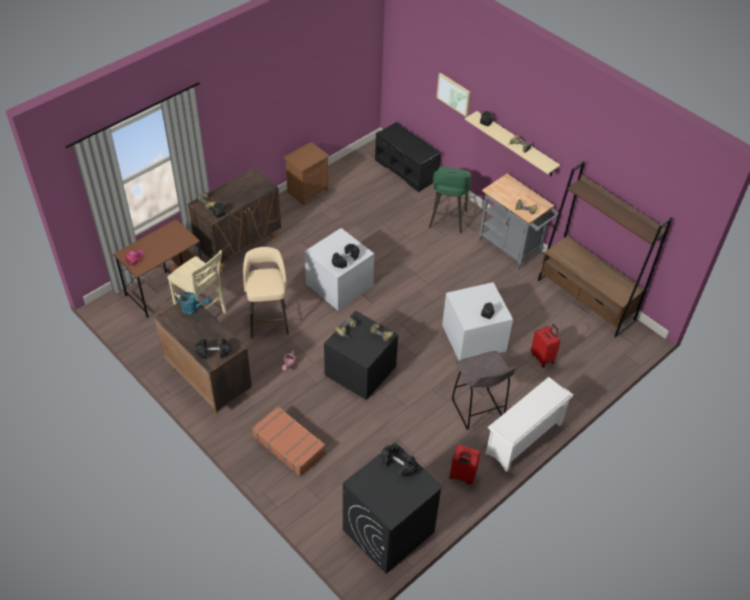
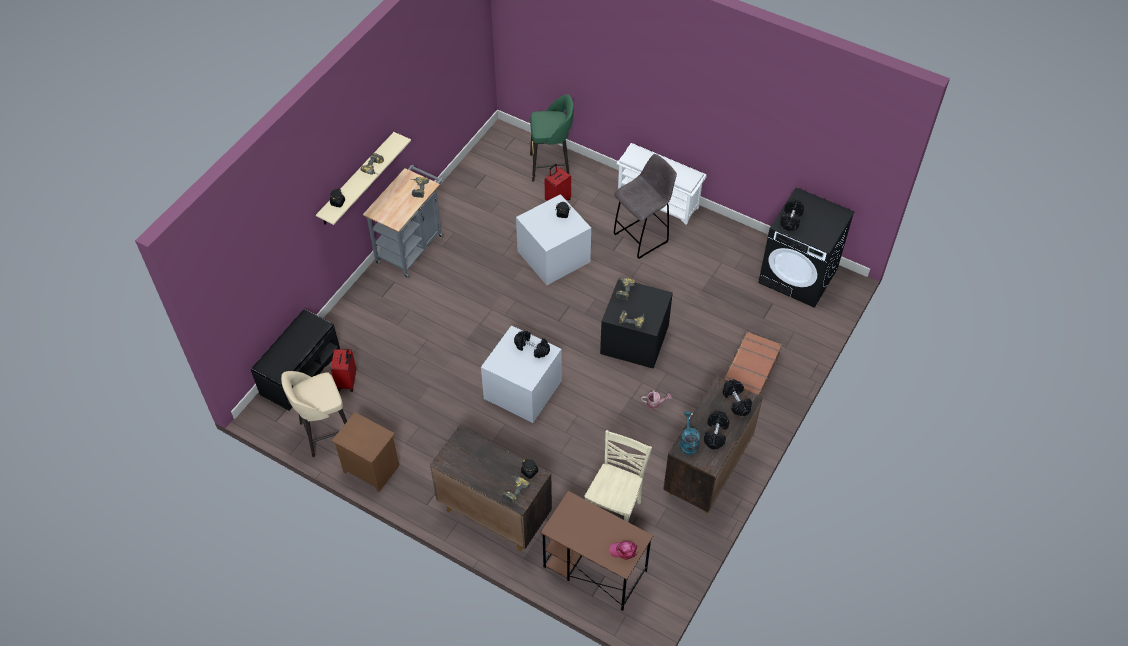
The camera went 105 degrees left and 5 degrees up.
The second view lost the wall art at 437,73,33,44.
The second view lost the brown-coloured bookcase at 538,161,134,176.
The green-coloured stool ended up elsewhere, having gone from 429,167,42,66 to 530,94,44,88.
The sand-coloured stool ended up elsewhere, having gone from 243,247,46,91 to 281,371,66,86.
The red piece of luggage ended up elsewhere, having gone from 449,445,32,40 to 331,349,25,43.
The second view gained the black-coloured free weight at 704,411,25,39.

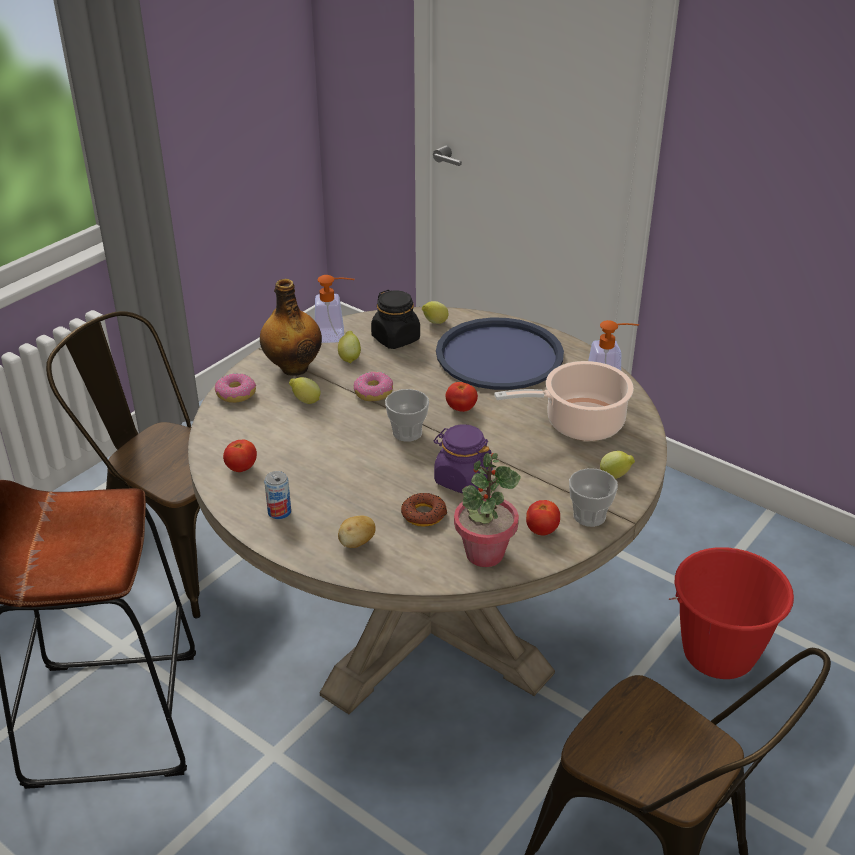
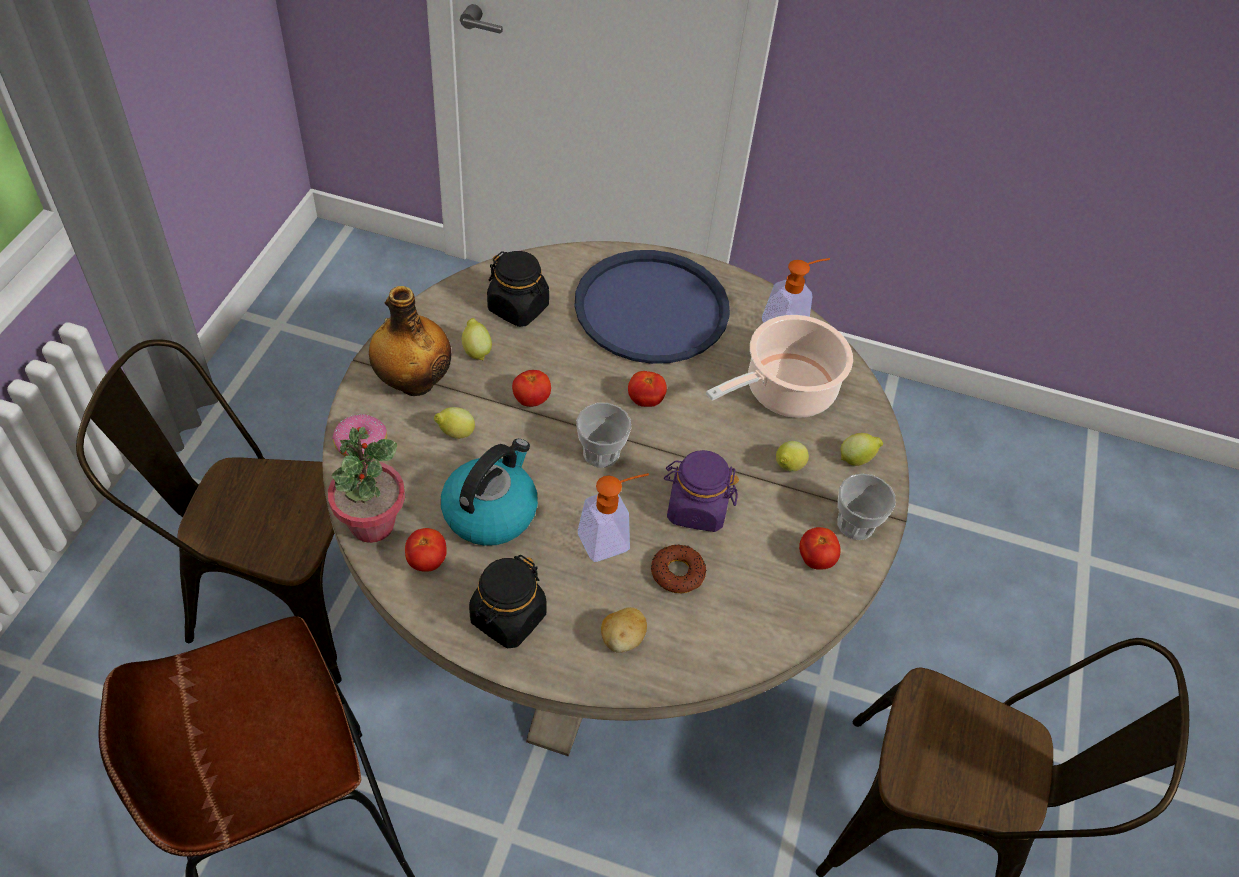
The camera went 25 degrees left and 15 degrees up.
The soap bottle ended up elsewhere, having gone from 315,275,40,68 to 578,473,71,89.
The lemon ended up elsewhere, having gone from 422,301,26,23 to 776,441,33,30.
Where the ring doughnut stood at 354,372,39,29, the tomato came to stand at 512,370,39,37.
The potted plant ended up elsewhere, having gone from 454,452,67,115 to 328,427,77,116.
Where the can stood at 264,471,27,48, the black-coloured jar came to stand at 469,555,78,93.
The second view lost the red bucket at 669,547,125,132.
The second view gained the kettle at 441,439,97,107.

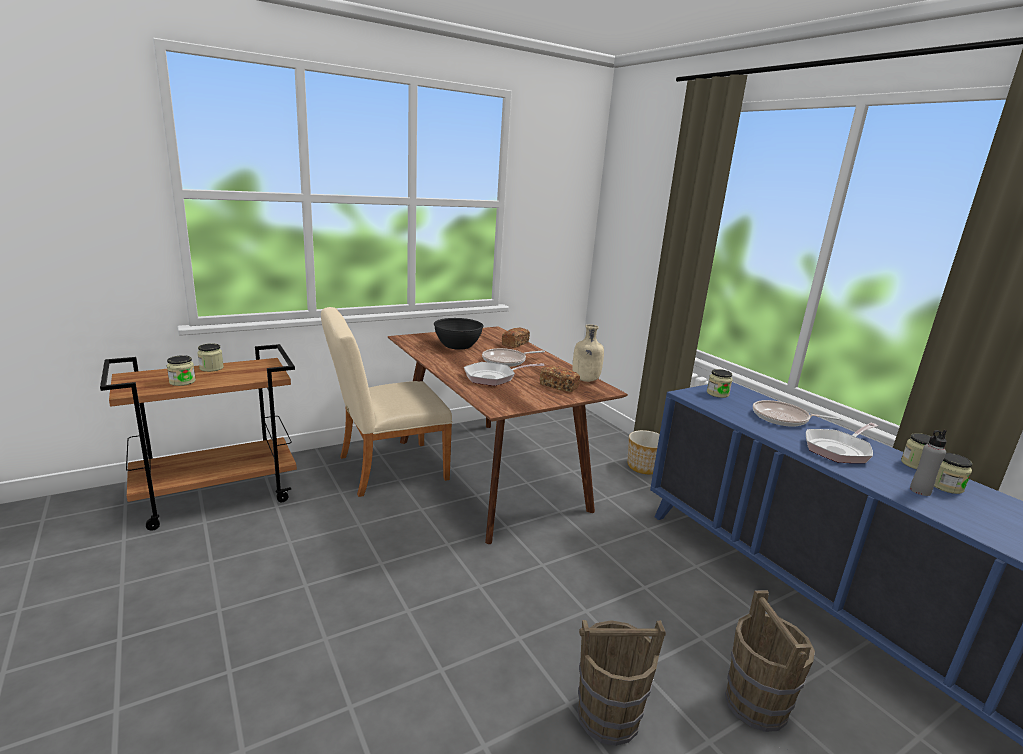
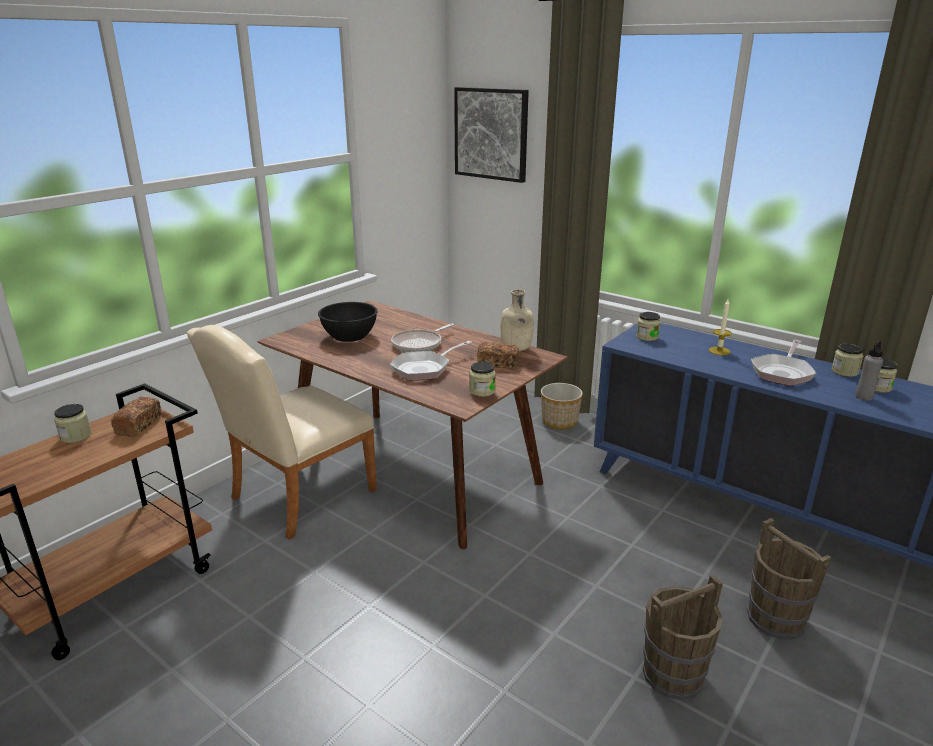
The camera went 20 degrees left and 5 degrees up.
The bread ended up elsewhere, having gone from 502,327,28,21 to 111,397,50,40.
The jar ended up elsewhere, having gone from 167,355,29,31 to 469,362,27,35.
Where the skillet stood at 753,400,90,27, the candle came to stand at 709,299,23,56.
The second view gained the wall art at 454,87,75,96.

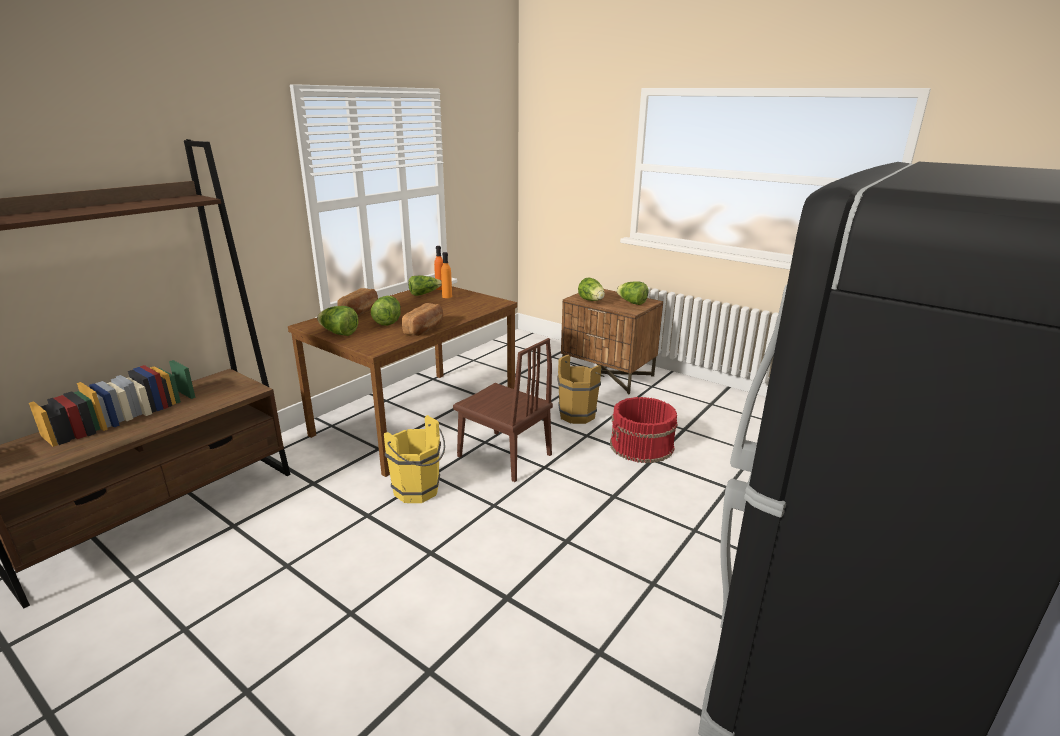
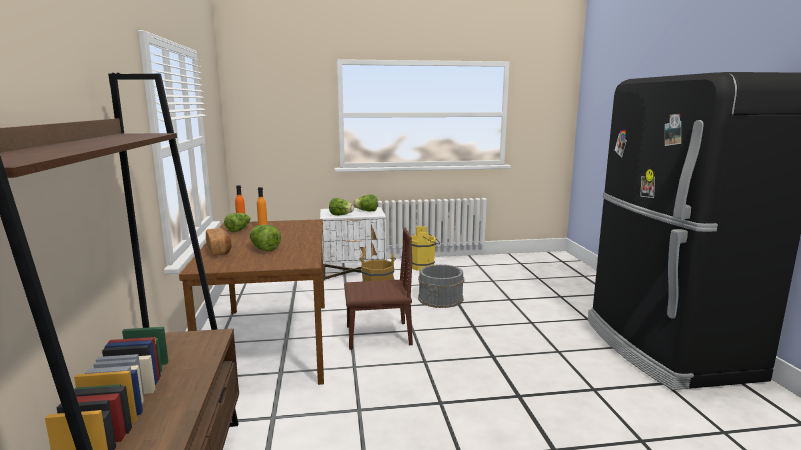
The camera went 45 degrees left and 10 degrees down.
What was the brown-coloured bedside table at 561,289,102,106 turned into the white-coloured bedside table at 320,207,66,74.
The second view lost the bread at 402,303,41,33.
The second view lost the lettuce at 317,306,41,30.
What was the red bucket at 610,397,68,66 turned into the grey bucket at 418,264,46,44.
The yellowish bucket ended up elsewhere, having gone from 384,415,61,88 to 411,226,29,45.

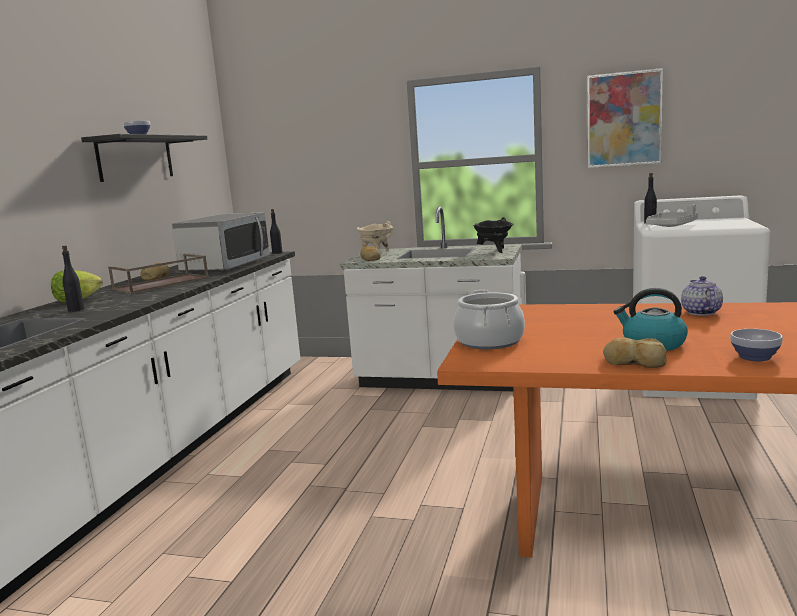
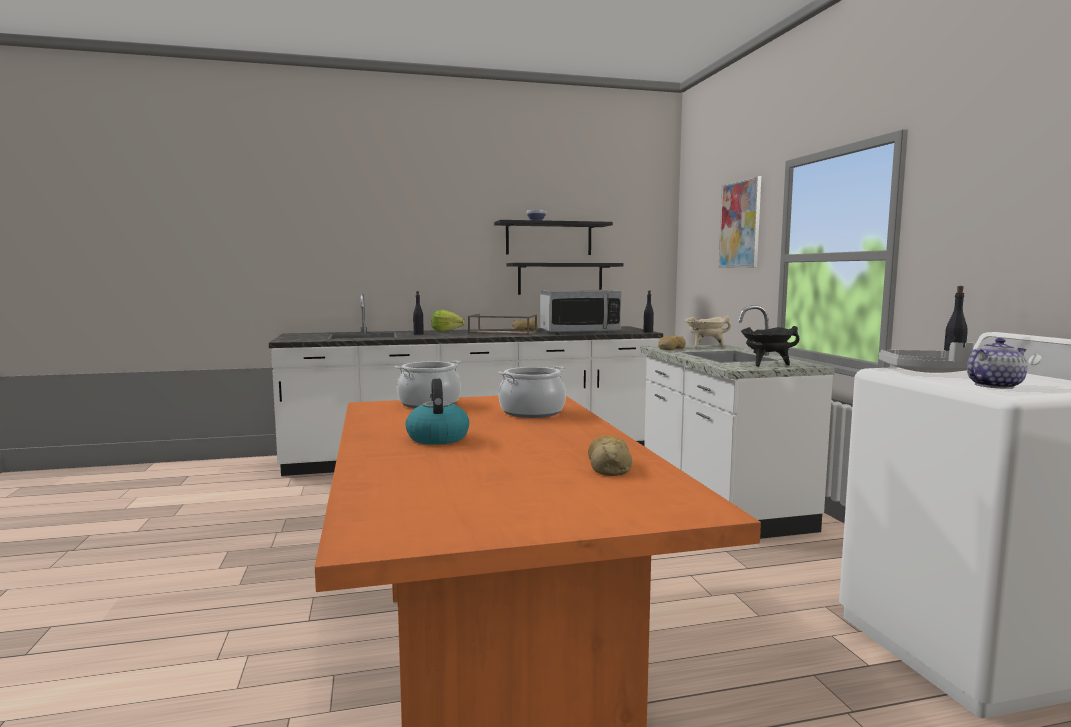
The camera went 60 degrees right and 5 degrees down.
The wall art ended up elsewhere, having gone from 587,68,76,100 to 719,176,42,92.
The pot for tea ended up elsewhere, having gone from 681,276,42,40 to 967,338,61,51.
The second view lost the serving bowl at 730,329,53,32.
The bread ended up elsewhere, having gone from 603,337,64,31 to 588,435,44,41.
The second view gained the black-coloured bracket shelf at 507,263,117,32.
The second view gained the cooking pot at 498,366,68,52.

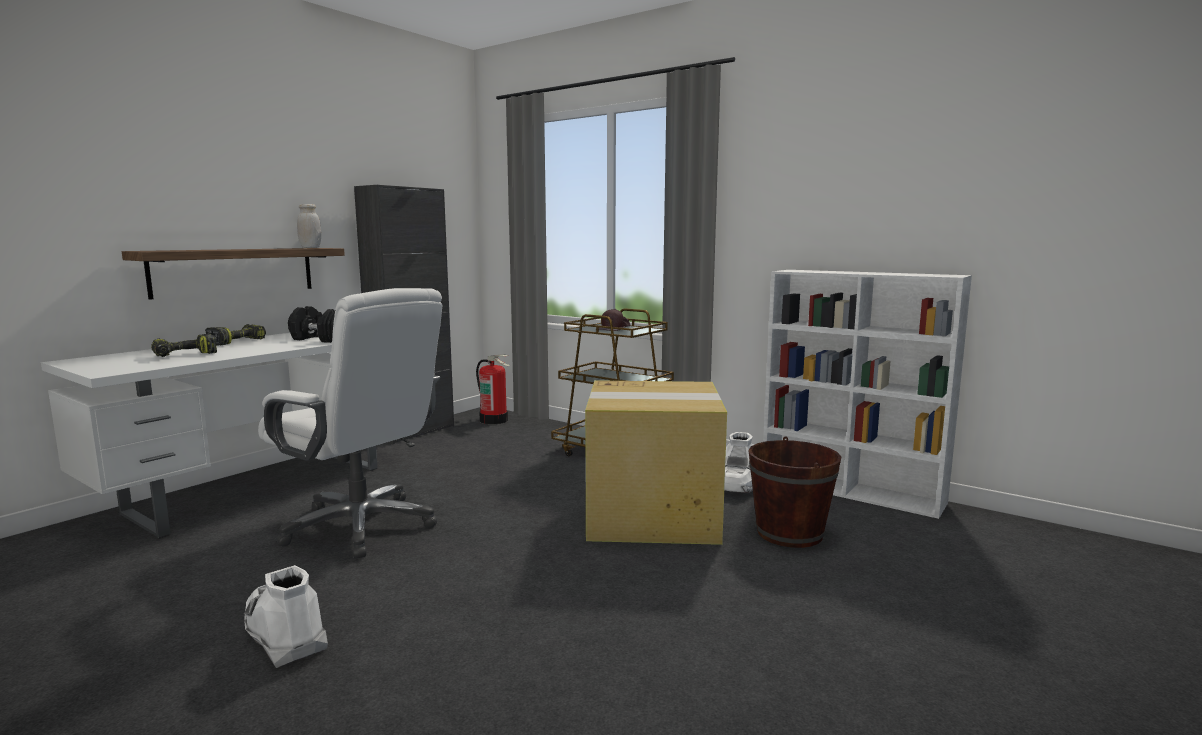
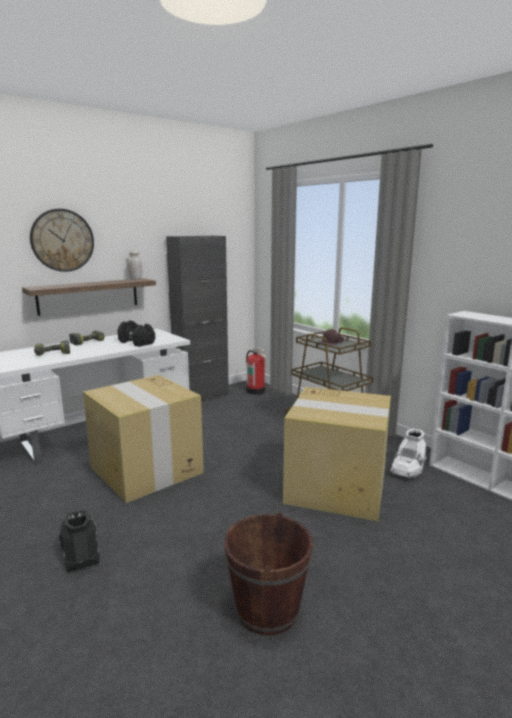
The camera went 15 degrees right and 5 degrees up.
Where the white-coloured office chair stood at 258,288,184,271, the packing box came to stand at 83,375,121,128.
The brown-coloured bucket ended up elsewhere, having gone from 748,436,93,112 to 224,512,89,123.
What was the white-coloured high-top boot at 244,565,84,103 turned into the black-coloured high-top boot at 57,509,43,63.
The second view gained the wall clock at 30,209,64,63.

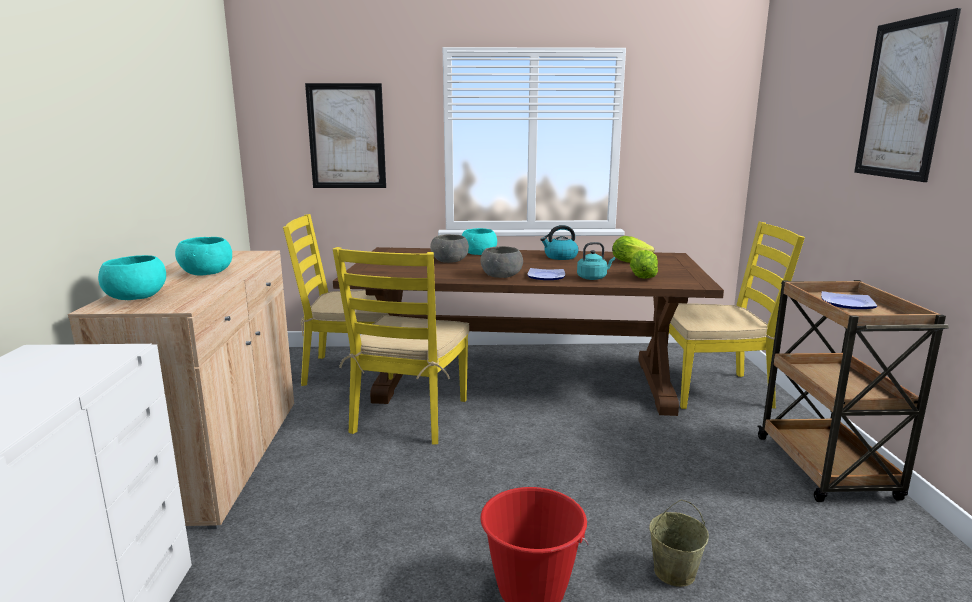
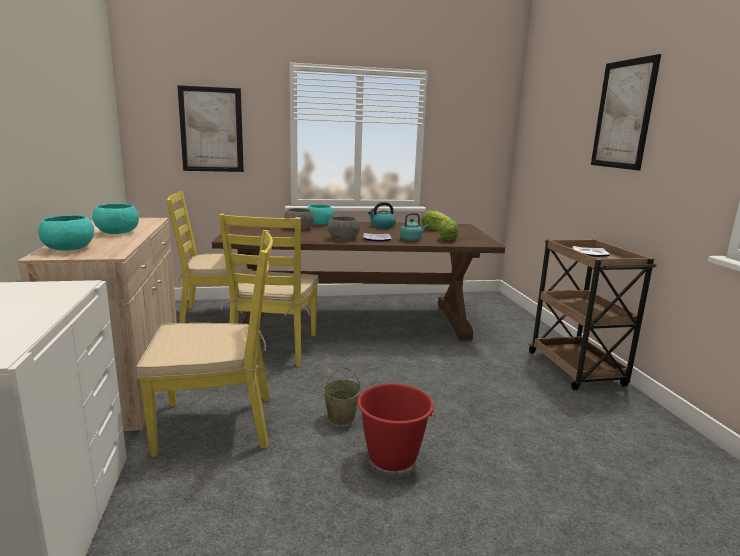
The camera went 10 degrees left and 0 degrees up.
The yellowish plain chair ended up elsewhere, having gone from 668,222,137,187 to 136,230,137,227.
The sand-coloured bucket ended up elsewhere, having gone from 649,499,60,88 to 323,367,38,58.

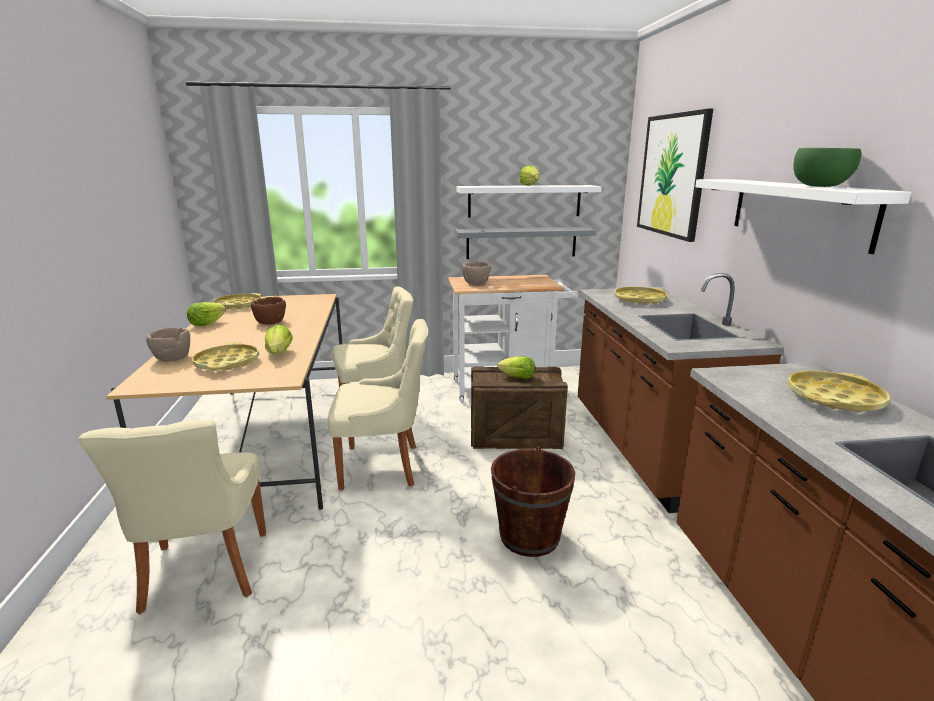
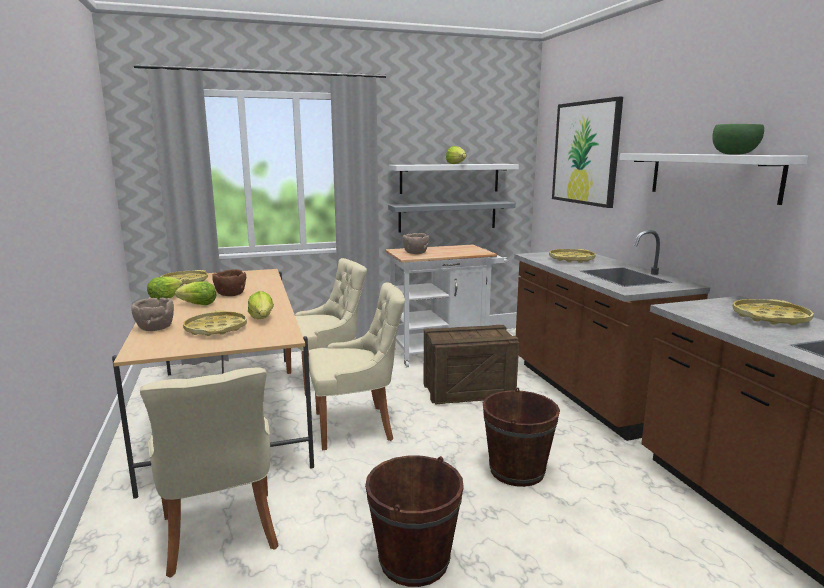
The camera went 10 degrees left and 5 degrees down.
The lettuce ended up elsewhere, having gone from 497,356,38,23 to 175,281,41,24.
The second view gained the brown-coloured bucket at 365,455,99,132.

